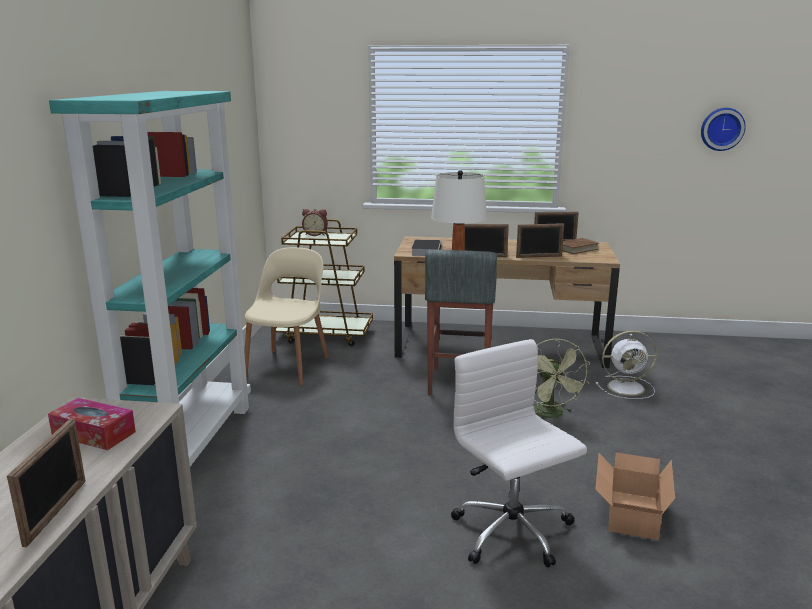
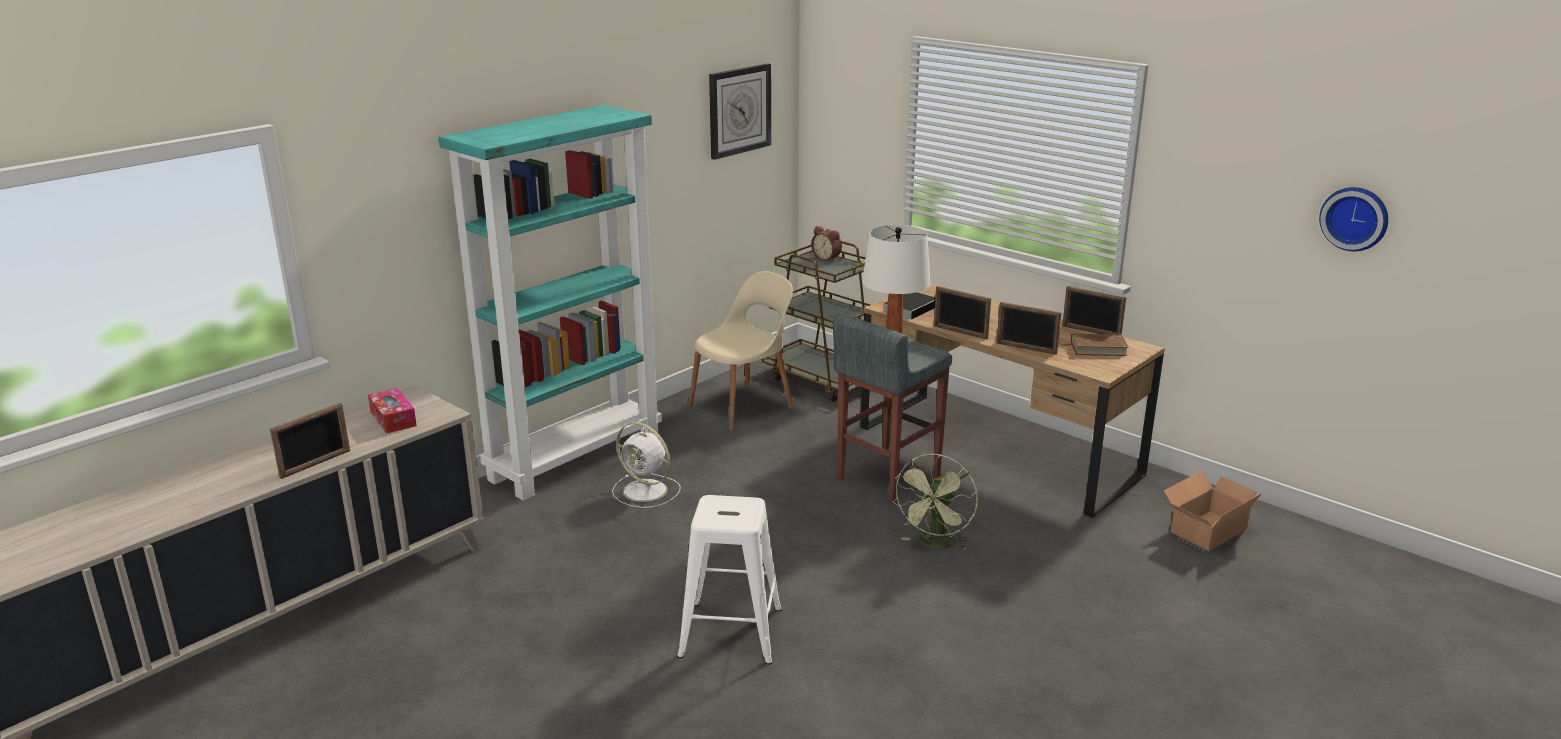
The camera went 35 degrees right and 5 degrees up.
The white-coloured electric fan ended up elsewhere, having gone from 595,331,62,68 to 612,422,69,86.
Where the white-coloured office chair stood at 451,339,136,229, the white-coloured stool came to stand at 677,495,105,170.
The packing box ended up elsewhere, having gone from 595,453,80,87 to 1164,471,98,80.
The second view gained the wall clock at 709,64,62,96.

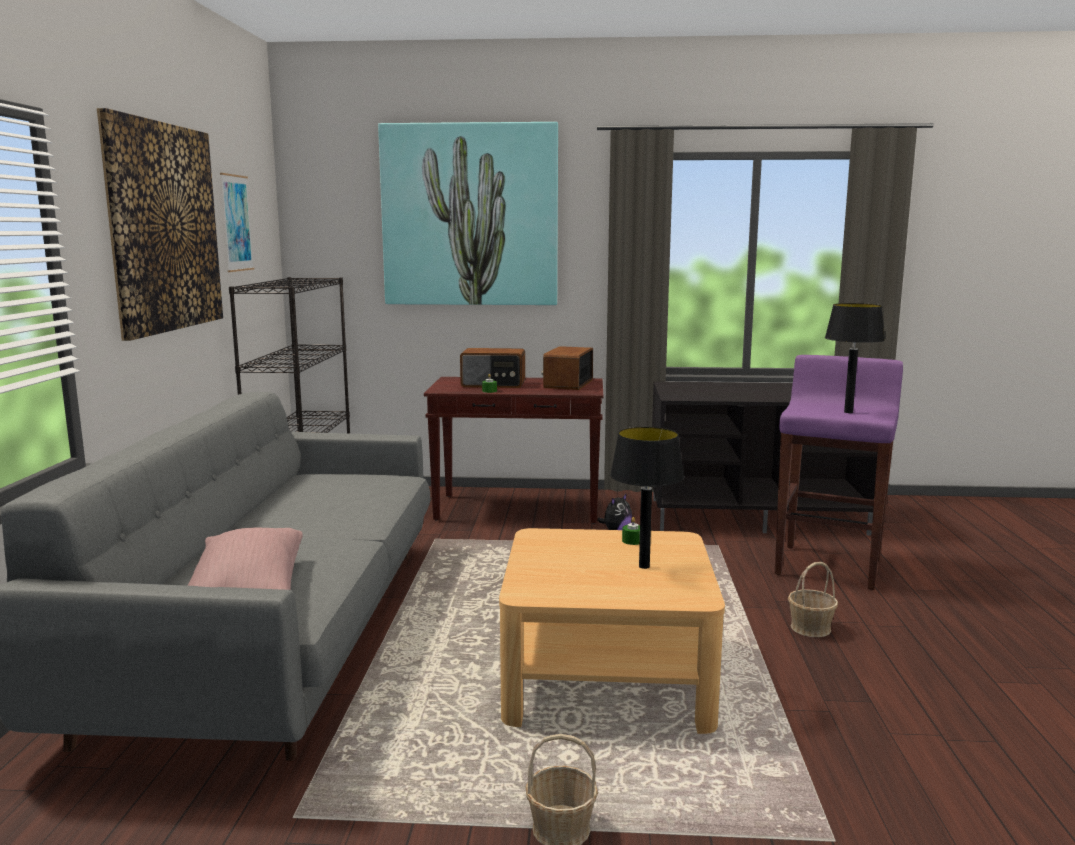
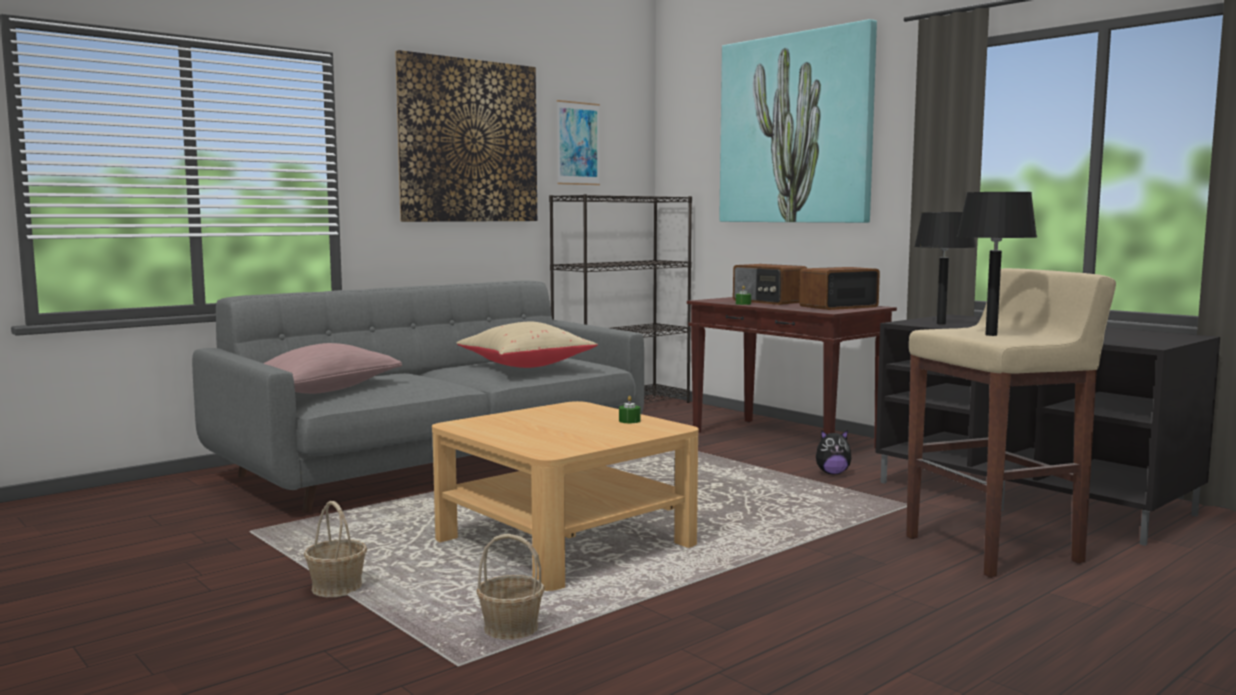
The camera went 45 degrees right and 5 degrees down.
What was the purple-coloured stool at 775,355,128,235 turned into the sand-coloured stool at 906,268,210,310.
The black-coloured table lamp ended up elsewhere, having gone from 610,427,74,142 to 914,212,62,112.
The household basket ended up elsewhere, having gone from 788,562,50,75 to 476,534,69,106.
The second view gained the sand-coloured pillow at 457,322,140,46.

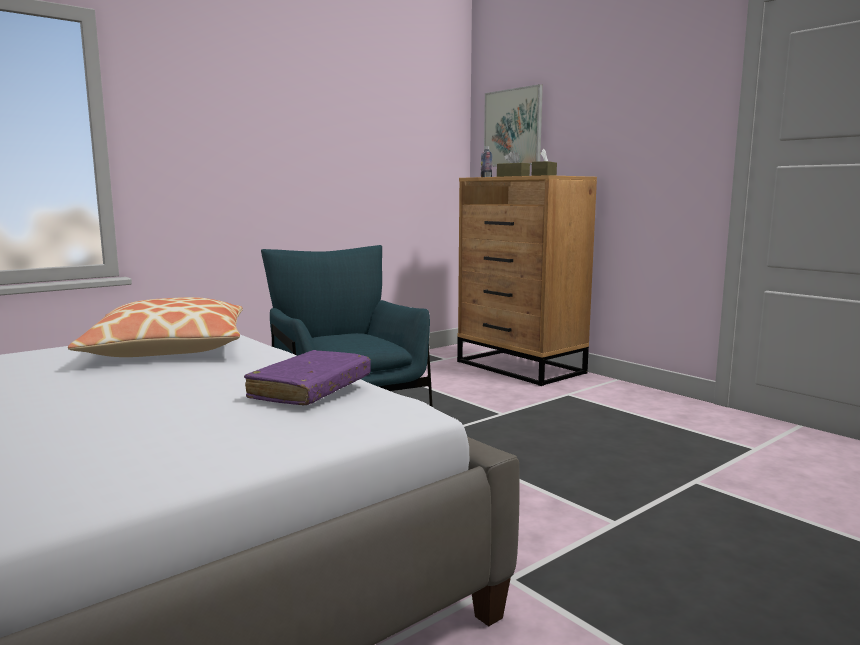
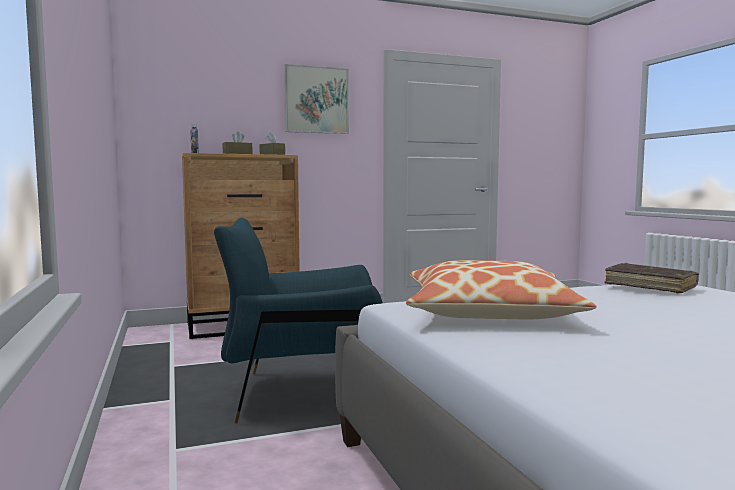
The camera went 70 degrees left and 5 degrees down.
The wall art ended up elsewhere, having gone from 484,84,59,83 to 284,64,65,70.
What was the purple-coloured volume at 244,350,127,55 turned into the brown-coloured volume at 604,263,95,30.

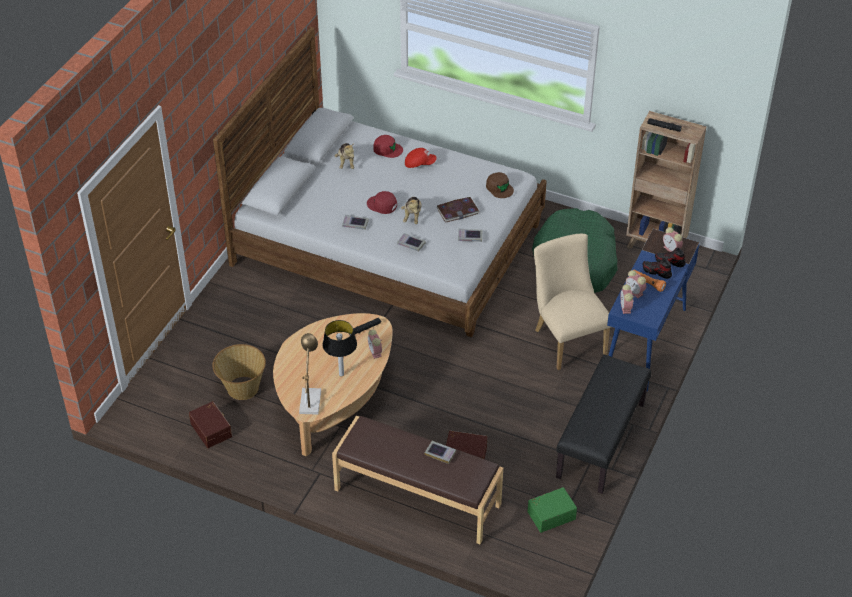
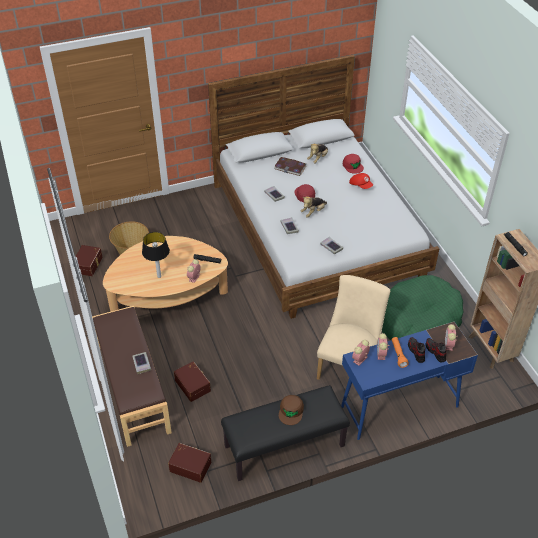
The camera went 45 degrees right and 0 degrees up.
The brown-coloured baseball cap ended up elsewhere, having gone from 486,172,28,26 to 279,395,25,30.
The volume ended up elsewhere, having gone from 436,197,43,26 to 274,157,32,19.
The second view lost the table lamp at 299,333,22,82.
What was the green-coloured storage box at 528,487,49,46 turned into the brown-coloured storage box at 168,443,43,40.

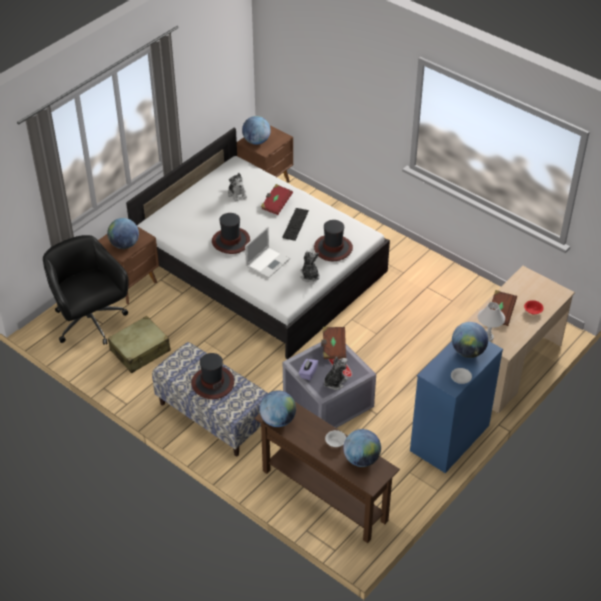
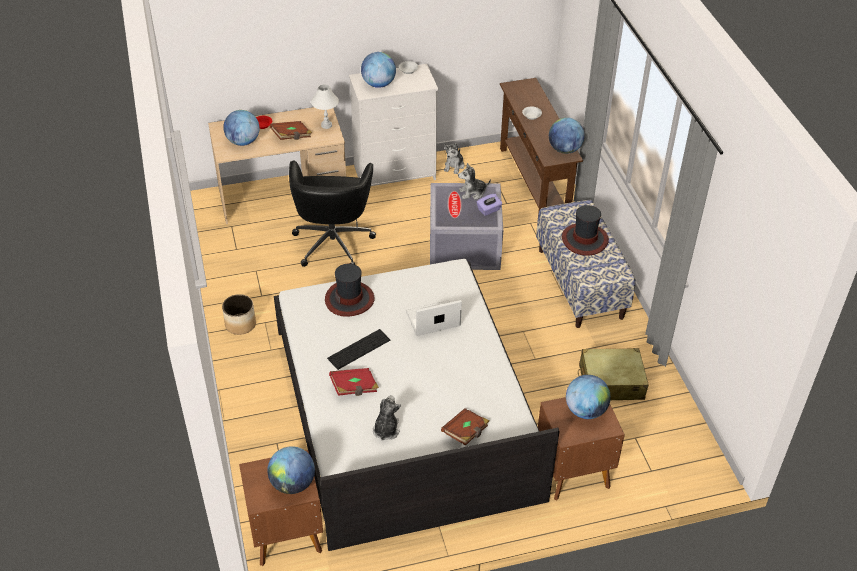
The camera went 145 degrees left and 0 degrees up.
The second view lost the wearable hat at 212,213,38,41.
The black-coloured office chair ended up elsewhere, having gone from 43,235,86,110 to 289,160,87,107.
The cuddly toy ended up elsewhere, having gone from 300,250,20,32 to 444,143,21,31.
The brown-coloured volume ended up elsewhere, having gone from 321,327,25,32 to 441,408,48,38.
What was the bluish dresser at 410,341,93,132 turned into the white-coloured dresser at 349,64,89,122.
The world globe ended up elsewhere, having gone from 343,429,38,38 to 223,110,37,36.
The second view gained the planter at 222,294,34,41.

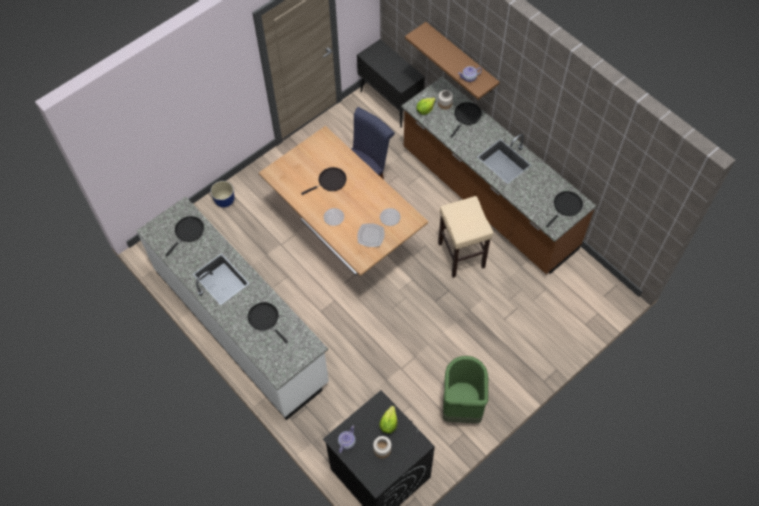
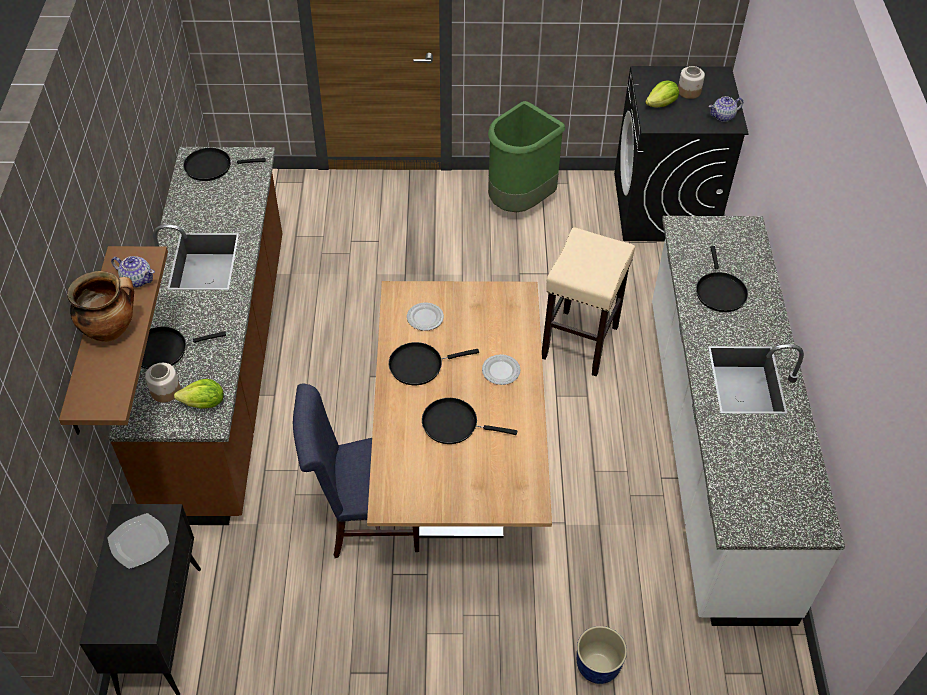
The camera went 140 degrees left and 10 degrees down.
The sand-coloured stool ended up elsewhere, having gone from 438,196,55,82 to 542,227,93,149.
The black-coloured skillet ended up elsewhere, having gone from 165,216,39,40 to 389,342,90,43.
The dinner plate ended up elsewhere, having gone from 357,223,28,24 to 107,513,62,56.
The second view gained the cooking pot at 67,271,67,71.

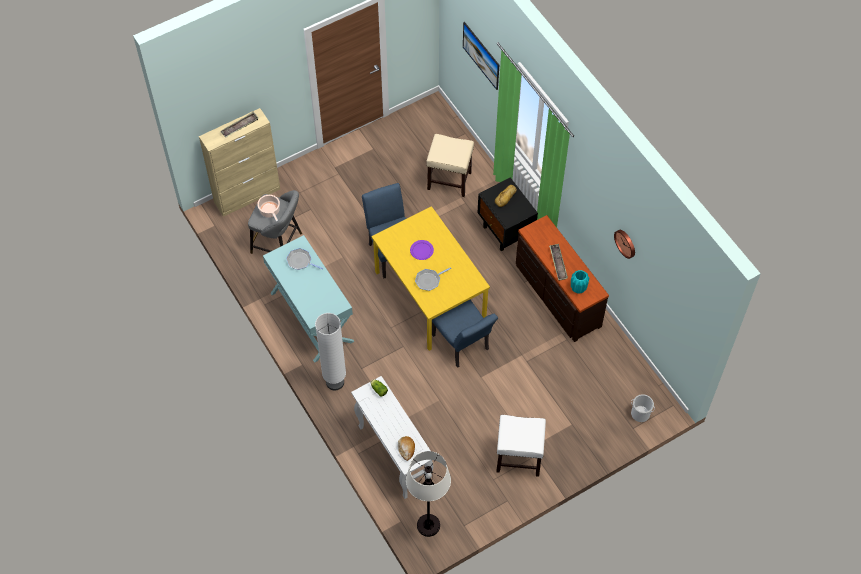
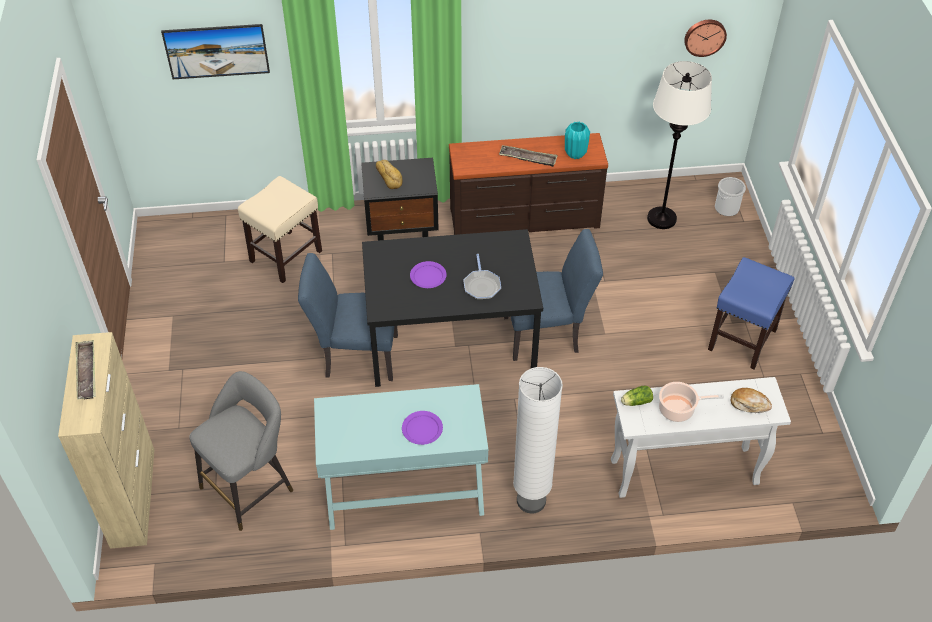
The camera went 65 degrees left and 10 degrees down.
The cooking pot ended up elsewhere, having gone from 257,195,23,26 to 659,382,65,40.
What was the yellowish dinner table at 372,206,118,145 turned into the black-coloured dinner table at 362,229,181,158.
The wall clock ended up elsewhere, having gone from 614,230,21,29 to 684,20,43,37.
The second view lost the skillet at 286,248,38,22.
What was the white-coloured stool at 496,415,50,62 turned into the bluish stool at 708,257,87,112.
The white-coloured standard lamp ended up elsewhere, having gone from 406,451,45,86 to 647,61,65,168.
The second view gained the purple-coloured dinner plate at 402,411,41,34.

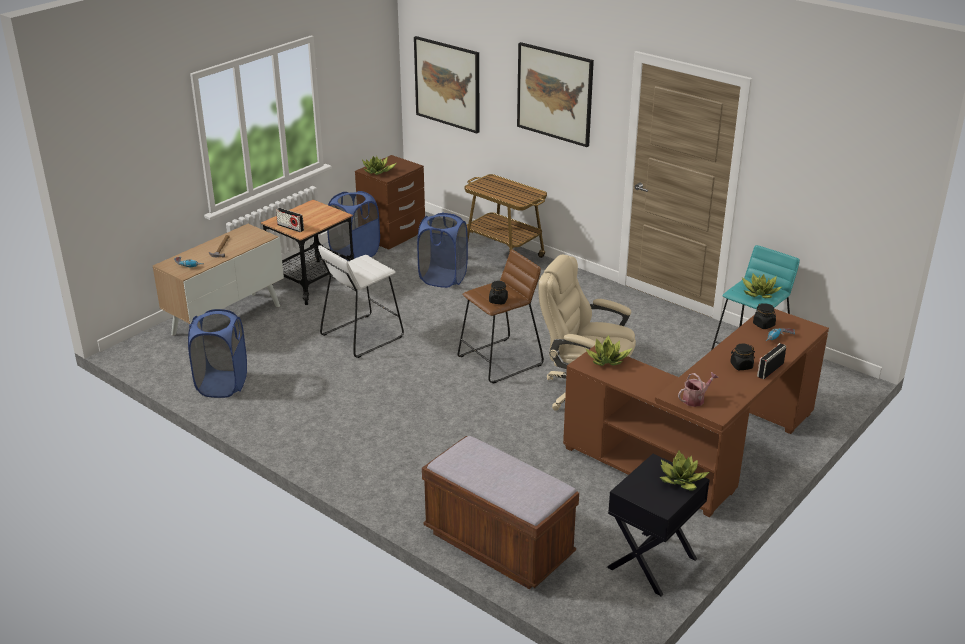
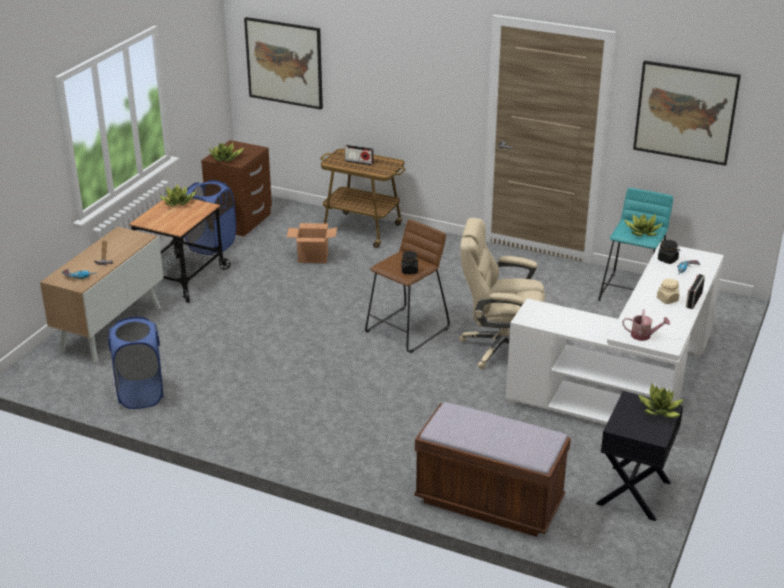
The camera went 15 degrees left and 0 degrees up.
The wall art ended up elsewhere, having gone from 517,42,77,105 to 633,60,108,106.
The radio set ended up elsewhere, having gone from 276,208,28,24 to 345,145,29,20.
Where the bluish hamper stood at 417,213,51,75, the packing box came to stand at 287,223,50,40.
The second view lost the white-coloured stool at 318,245,86,113.
What was the brown-coloured desk at 563,309,266,208 turned into the white-coloured desk at 506,242,218,182.
The potted plant ended up elsewhere, having gone from 586,335,46,31 to 159,184,38,22.
What was the black-coloured jar at 730,343,25,27 turned into the sand-coloured jar at 657,279,22,25.
The watering pot at 678,372,41,35 ended up facing another way, 60 degrees clockwise from before.

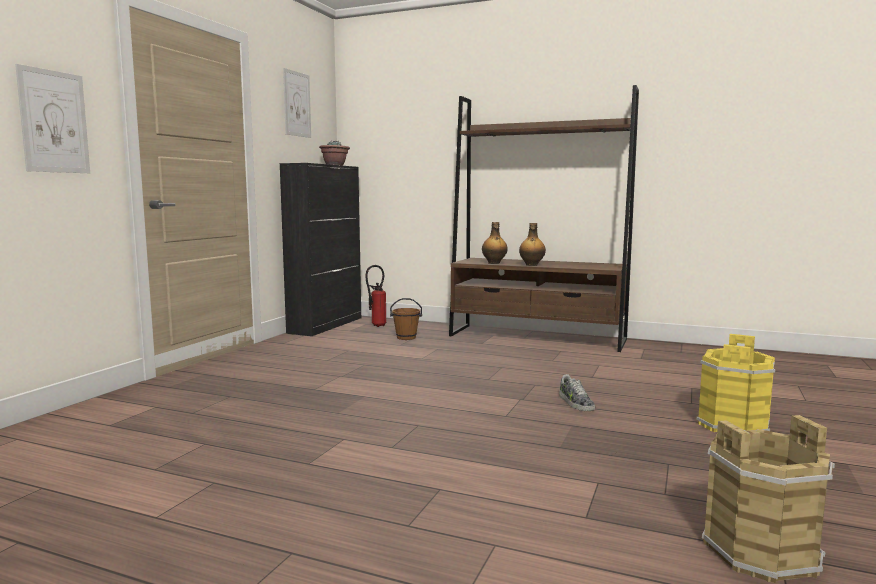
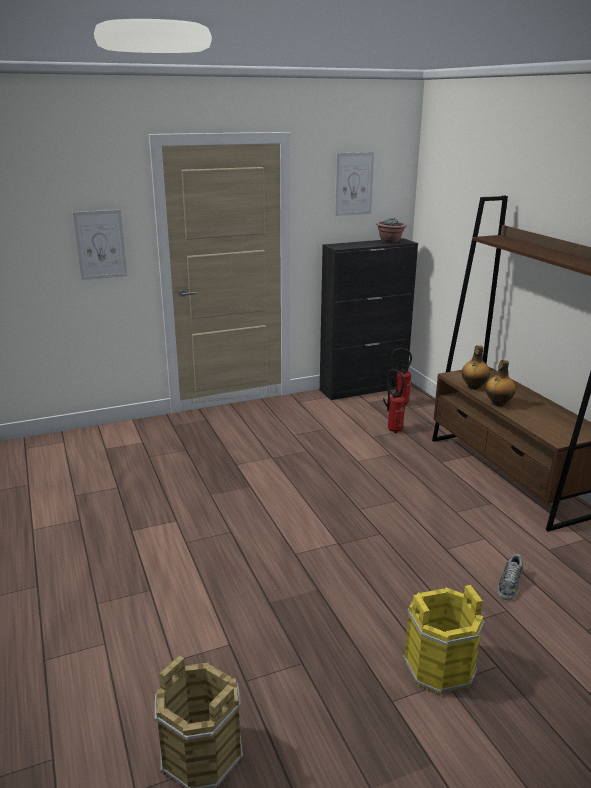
The camera went 45 degrees right and 15 degrees up.
Where the brown-coloured bucket stood at 390,298,32,42, the fire-fighting cylinder came to stand at 383,369,22,64.
The low shoe ended up elsewhere, having gone from 559,374,36,37 to 497,554,26,46.

